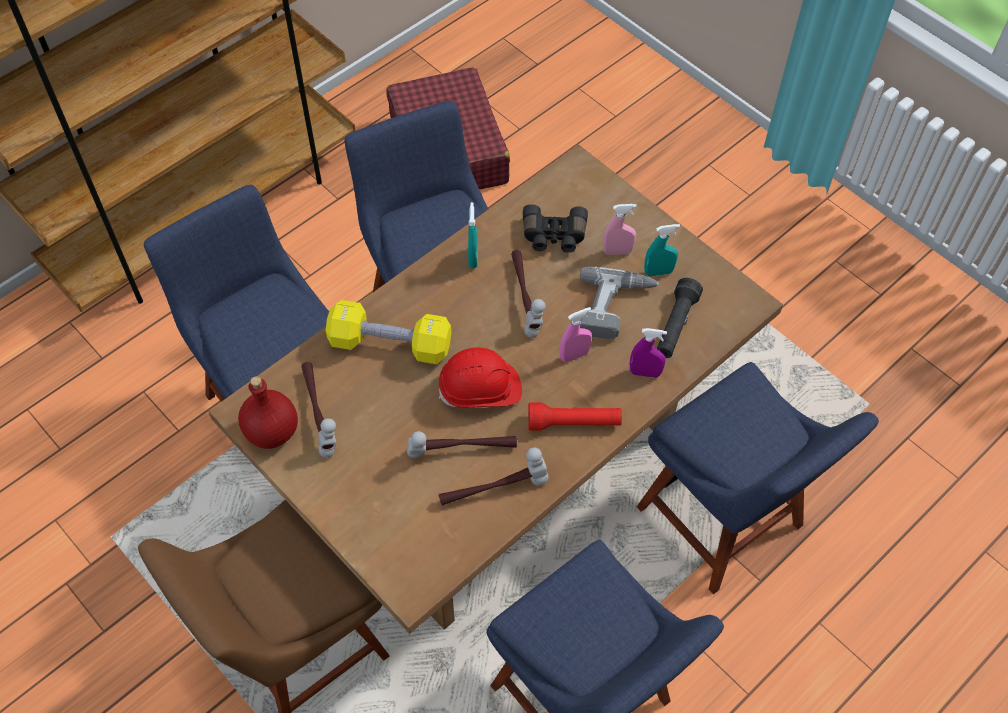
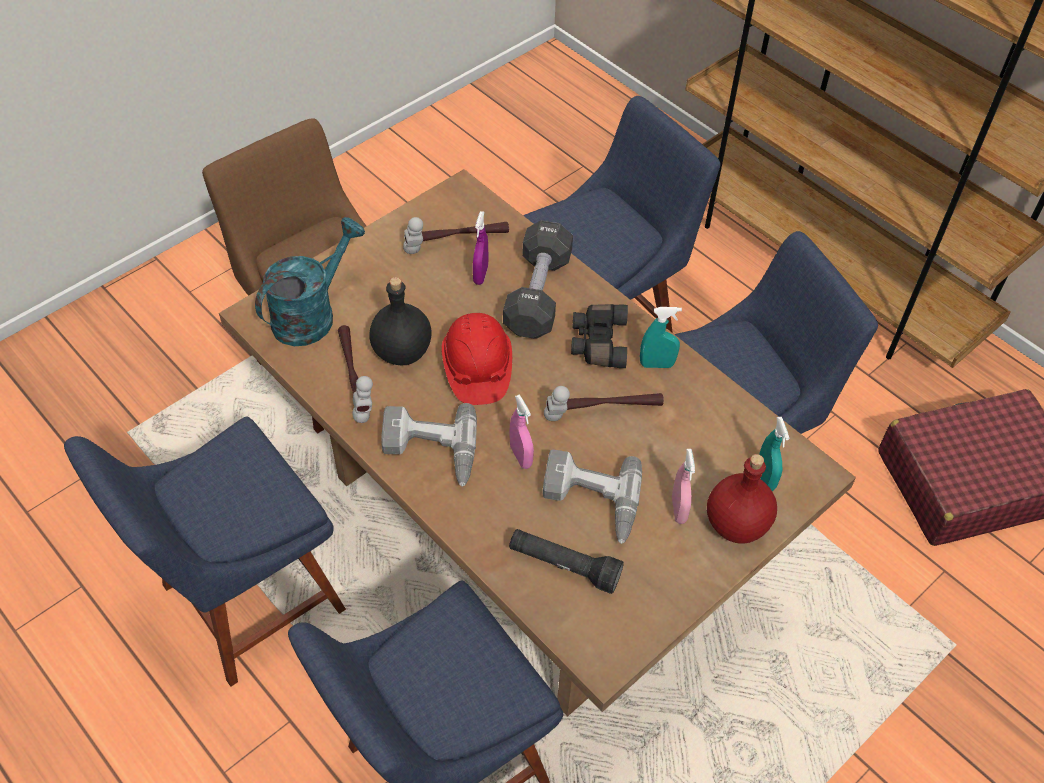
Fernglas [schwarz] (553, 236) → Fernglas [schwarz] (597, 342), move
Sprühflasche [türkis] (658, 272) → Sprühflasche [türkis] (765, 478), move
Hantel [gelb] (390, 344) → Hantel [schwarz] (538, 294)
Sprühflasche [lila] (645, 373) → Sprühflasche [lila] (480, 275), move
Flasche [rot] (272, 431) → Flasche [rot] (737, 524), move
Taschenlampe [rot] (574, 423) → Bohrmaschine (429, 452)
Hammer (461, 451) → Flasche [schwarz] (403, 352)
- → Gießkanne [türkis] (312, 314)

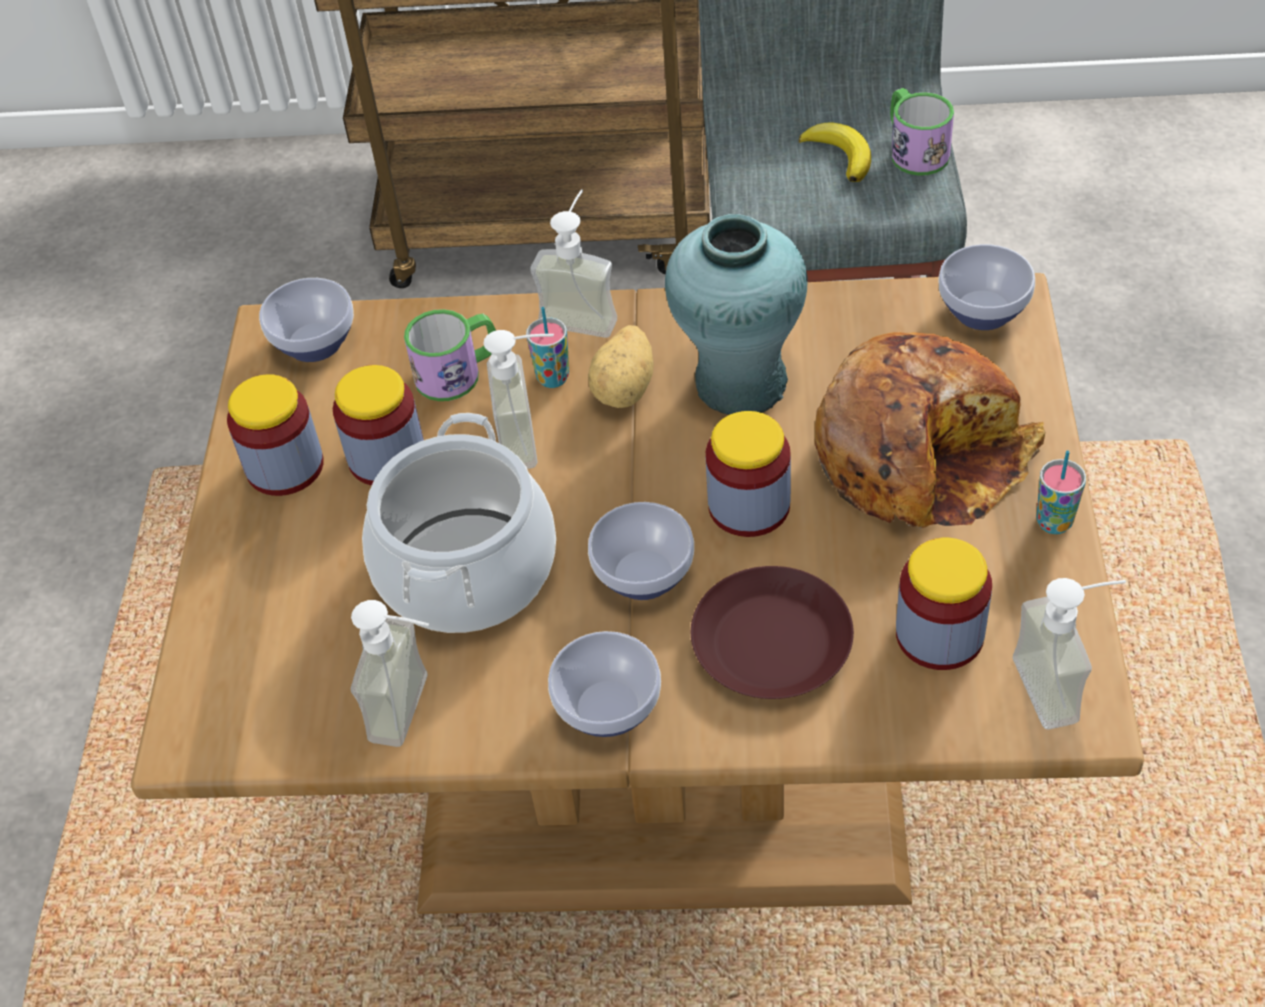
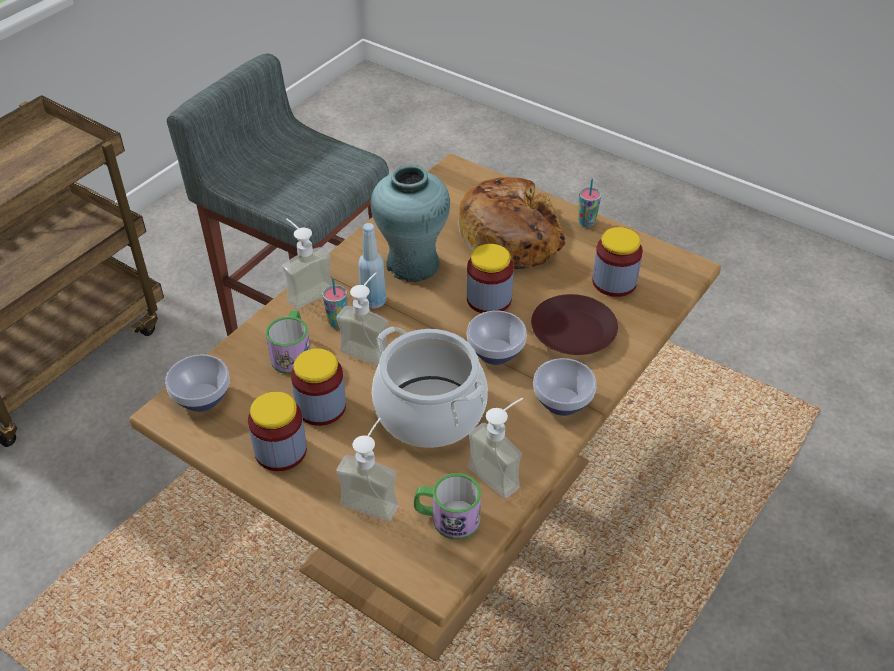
Henkelbecher (914, 150) → Henkelbecher (447, 518), move
Banane (840, 155) → -
Schüssel (982, 313) → -
Kartoffel (626, 388) → Flasche [blau] (373, 301)
Seifenspender (1063, 685) → Seifenspender (374, 496), move

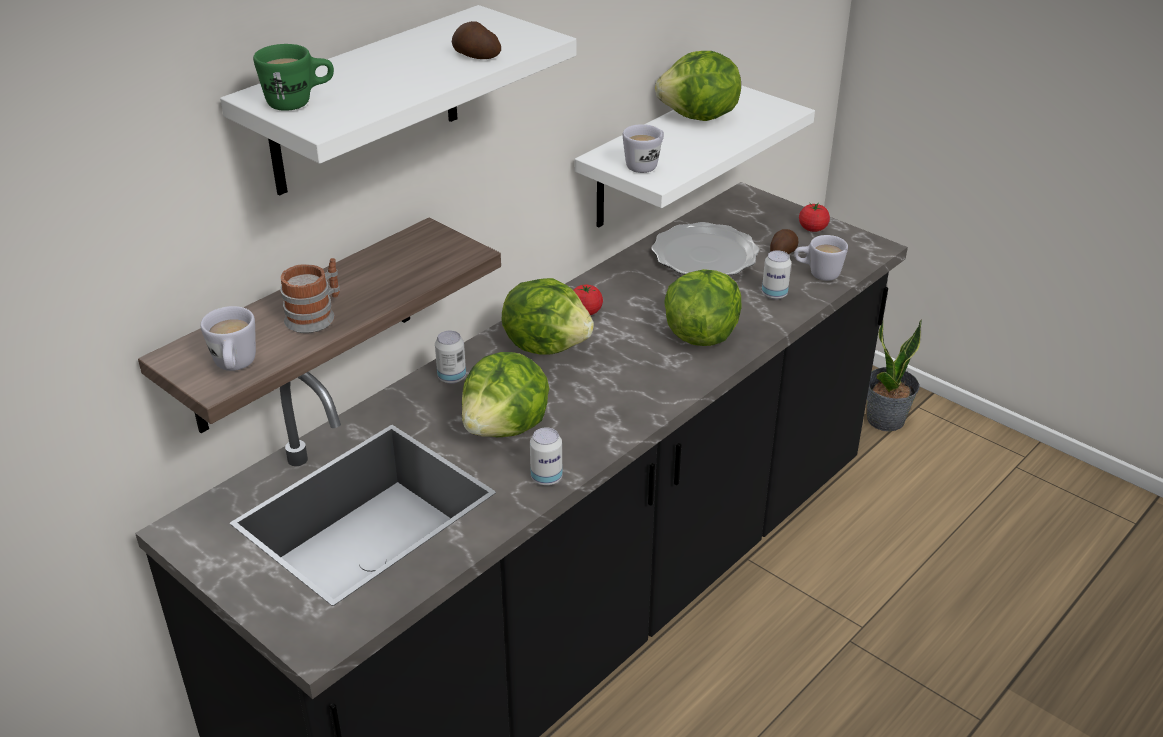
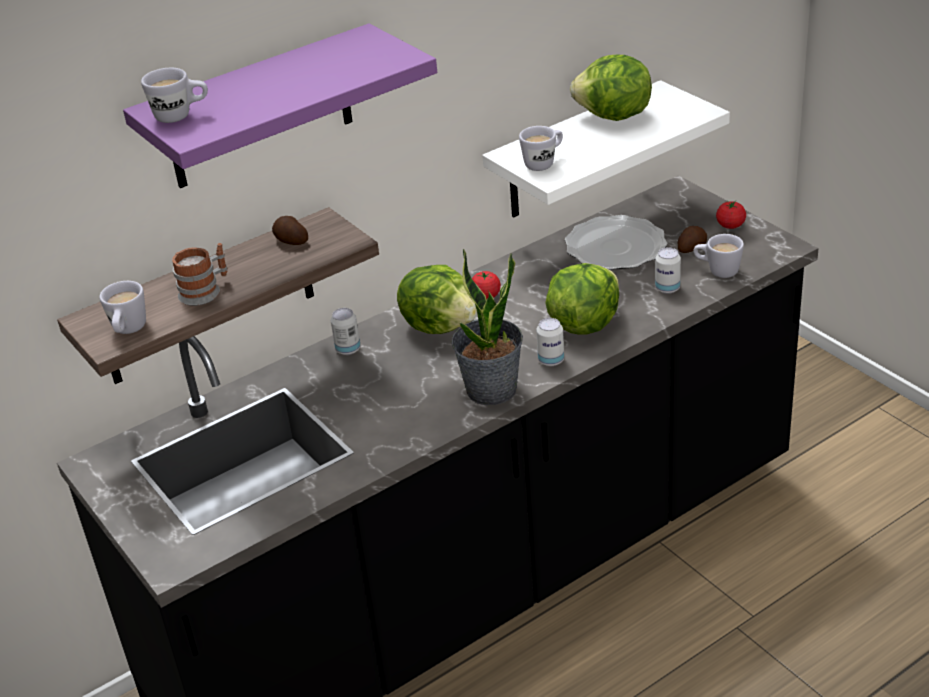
Wandregal [weiß] (365, 102) → Wandregal [lila] (259, 109)
Kartoffel (476, 56) → Kartoffel (290, 241), move
Henkelbecher [grün] (299, 103) → Henkelbecher [weiß] (181, 116)
Topfpflanze (886, 420) → Topfpflanze (491, 390), move
Salatkopf (506, 428) → -
Dose (546, 478) → Dose (551, 360), move

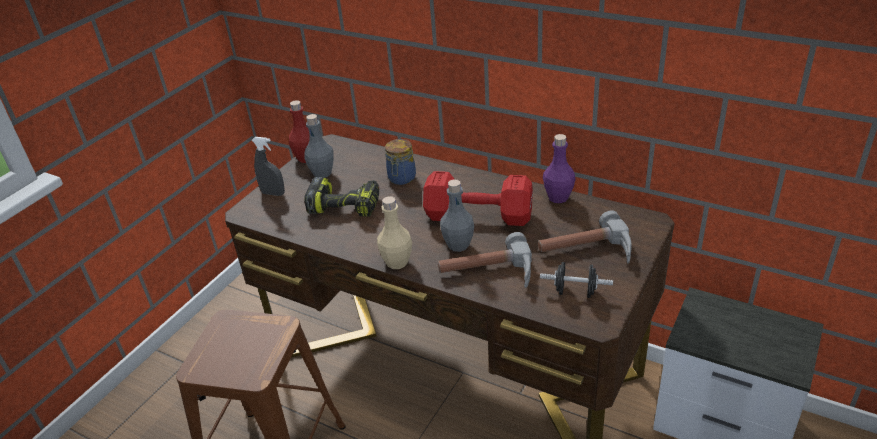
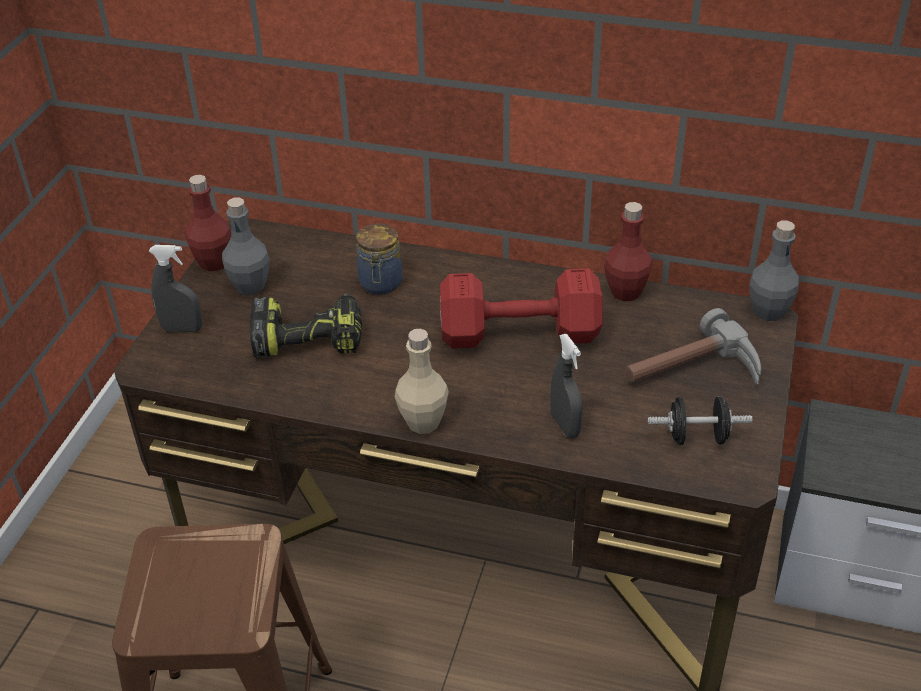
Flasche [lila] (558, 197) → Flasche [rot] (625, 292)
Flasche [grau] (458, 245) → Flasche [grau] (768, 311), move
Hammer (488, 274) → Sprühflasche [grau] (565, 425)

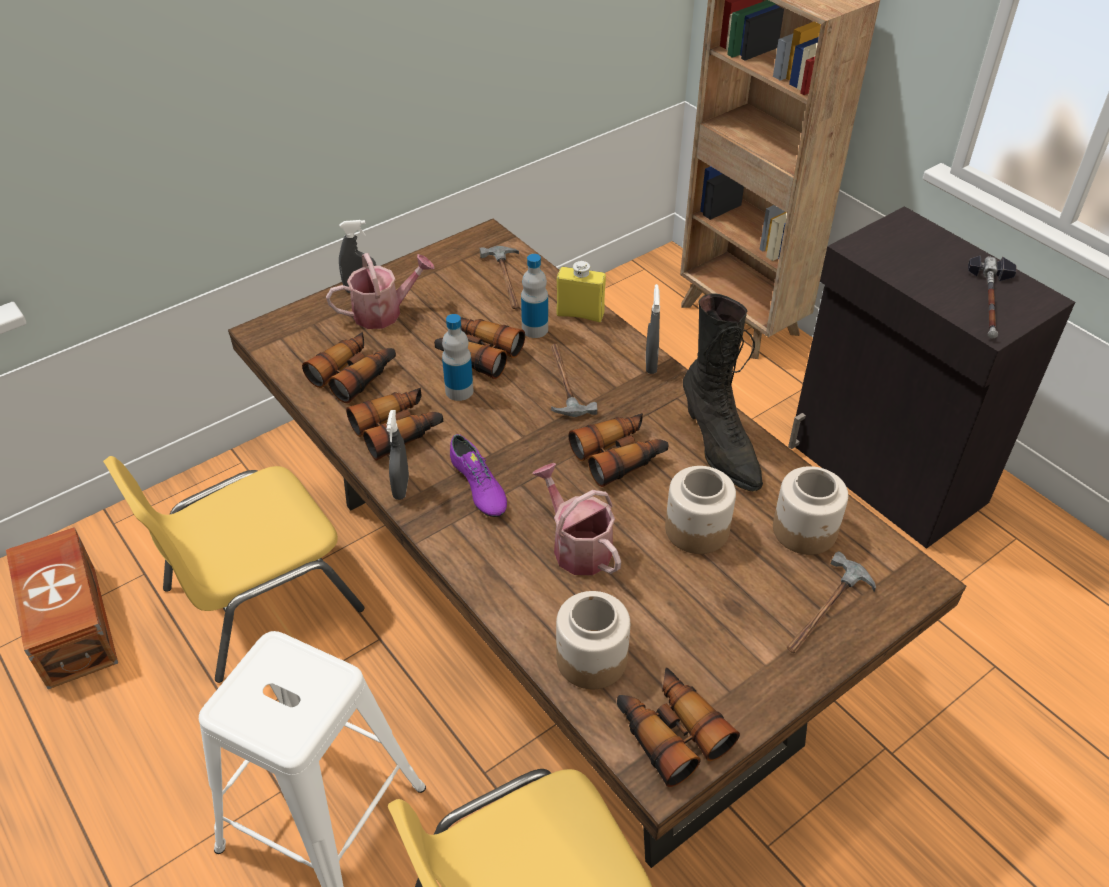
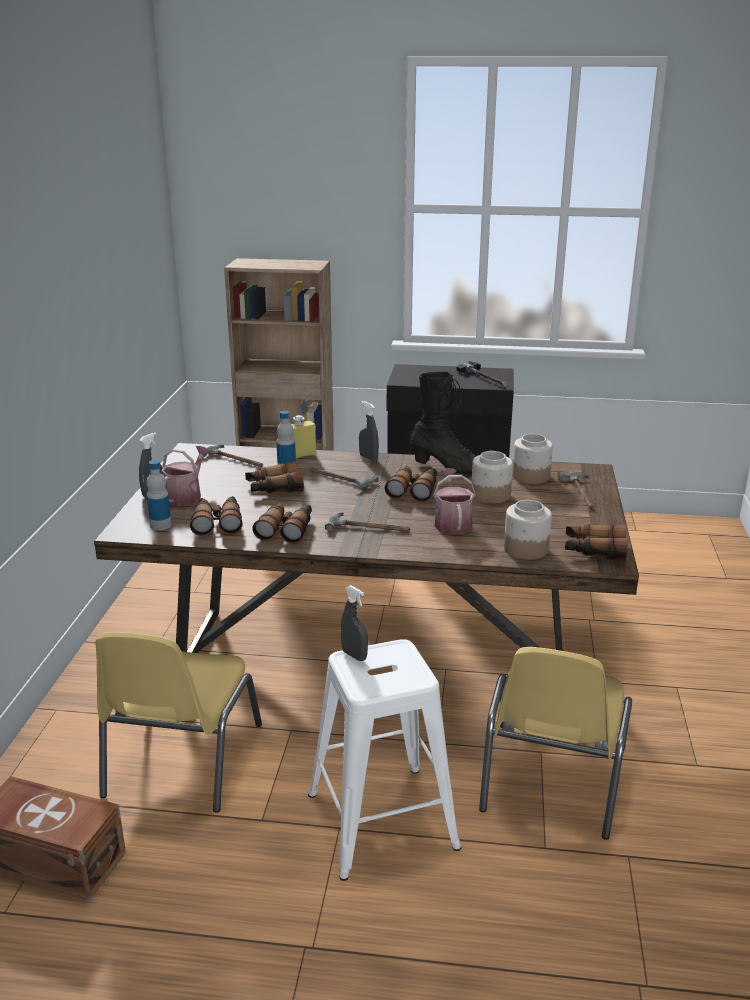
Flasche (459, 391) → Flasche (160, 525), move
Sprühflasche [grau] (401, 487) → Sprühflasche [grau] (354, 655), move
Schuh [lila] (478, 488) → Hammer (369, 528)
Gießkanne (577, 546) → Gießkanne (452, 523), 75 degrees clockwise

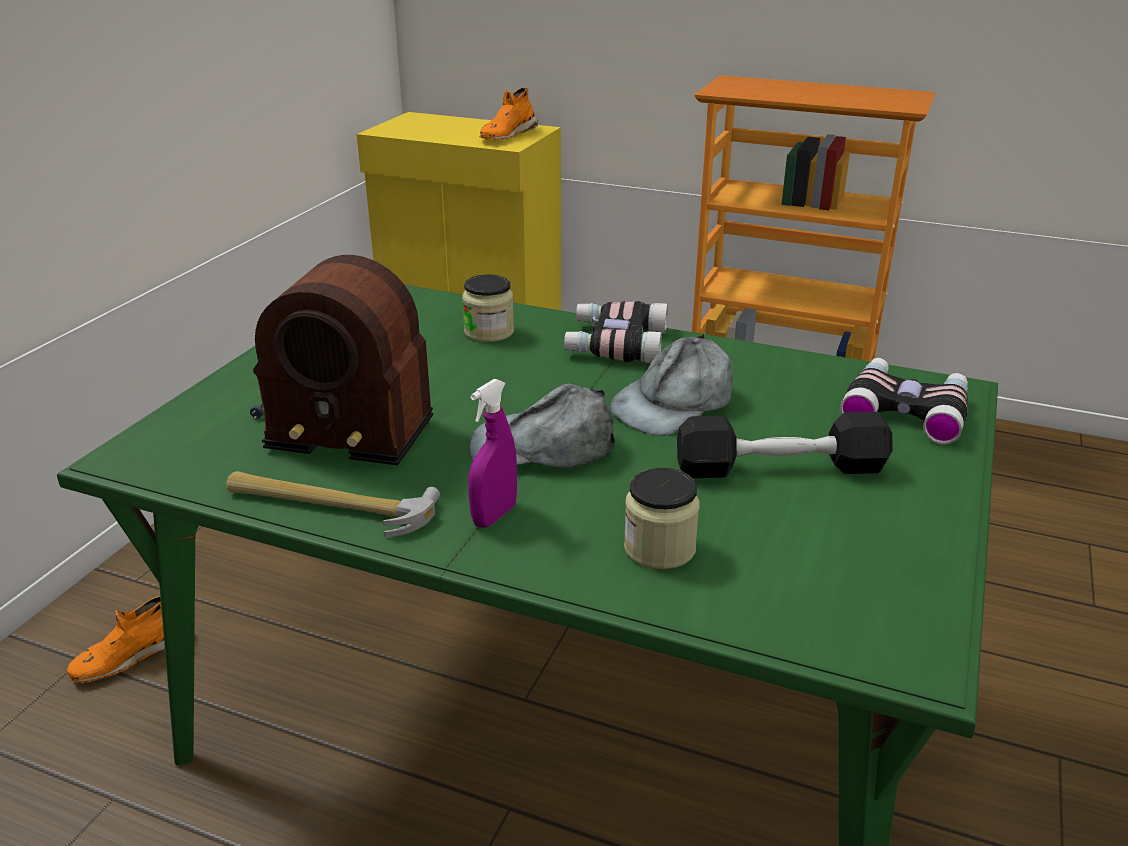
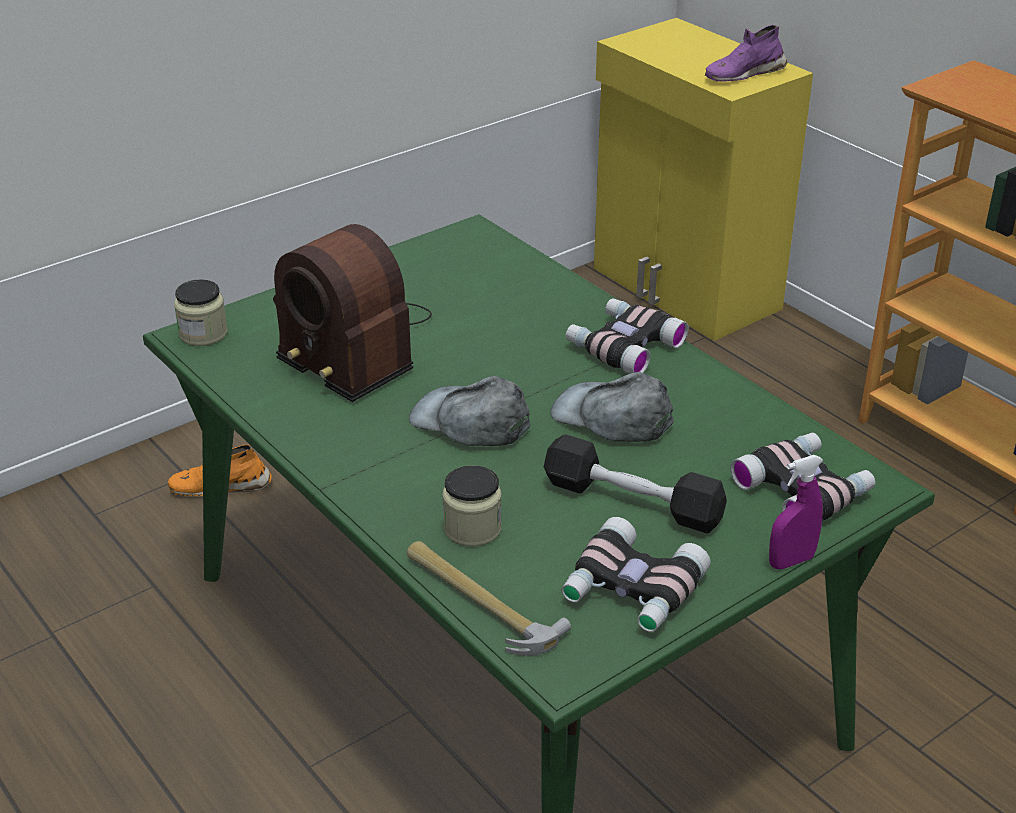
Schuh [orange] (507, 135) → Schuh [lila] (743, 74)
Vorratsglas (489, 332) → Vorratsglas (203, 334), move
Kappe [grau] (675, 403) → Kappe [grau] (612, 417), 45 degrees clockwise
Sprühflasche [lila] (494, 515) → Sprühflasche [lila] (791, 561), move
Hammer (330, 505) → Hammer (480, 601), move
- → Fernglas (631, 590)

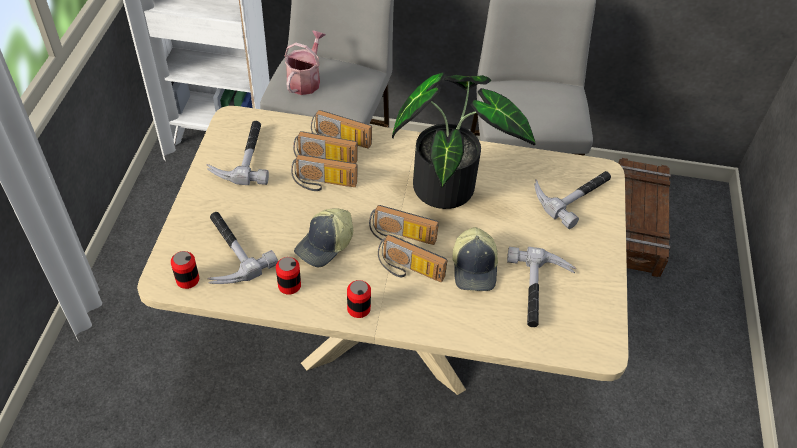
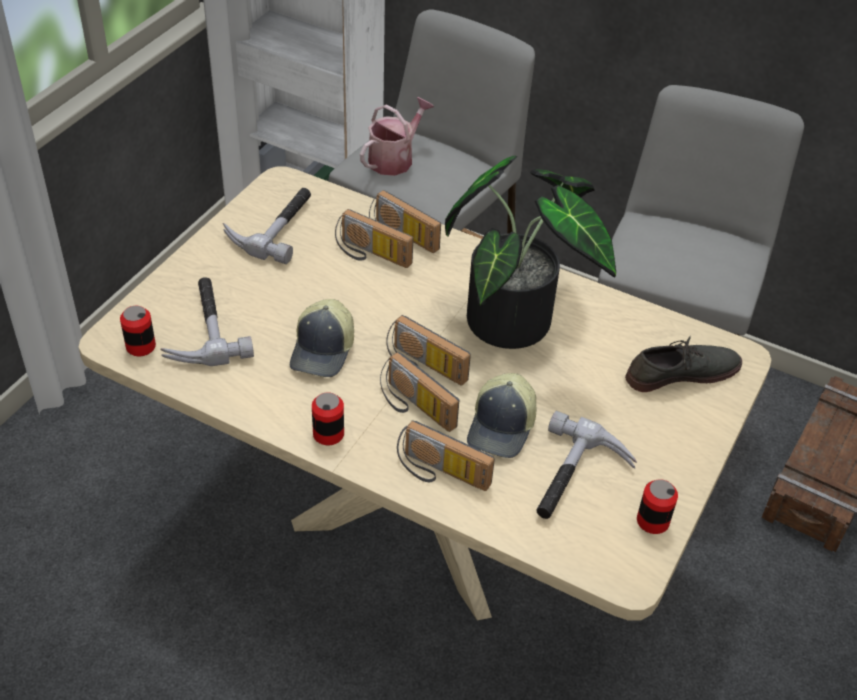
Radio (323, 184) → Radio (440, 473), move
Hammer (572, 194) → Schuh [grau] (682, 372)
Kappe (325, 245) → Kappe (324, 350), 45 degrees counterclockwise
Dose (289, 285) → Dose (652, 521), move

